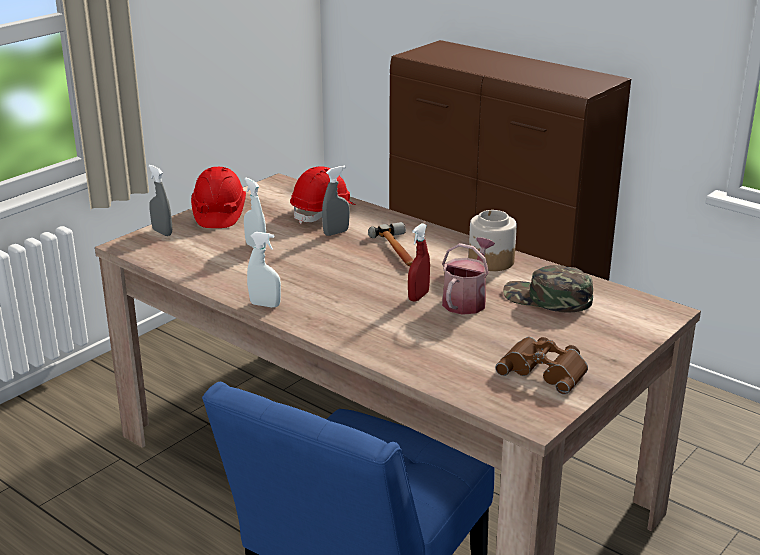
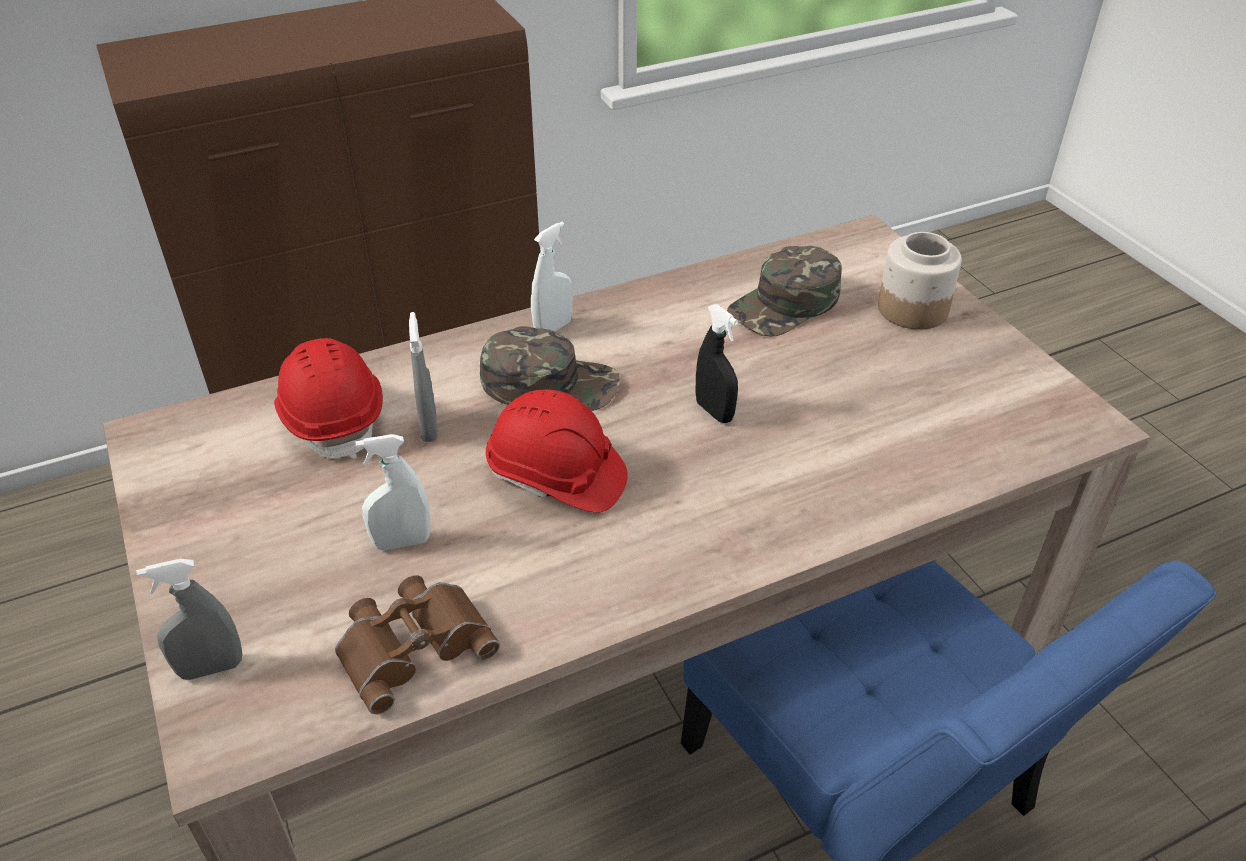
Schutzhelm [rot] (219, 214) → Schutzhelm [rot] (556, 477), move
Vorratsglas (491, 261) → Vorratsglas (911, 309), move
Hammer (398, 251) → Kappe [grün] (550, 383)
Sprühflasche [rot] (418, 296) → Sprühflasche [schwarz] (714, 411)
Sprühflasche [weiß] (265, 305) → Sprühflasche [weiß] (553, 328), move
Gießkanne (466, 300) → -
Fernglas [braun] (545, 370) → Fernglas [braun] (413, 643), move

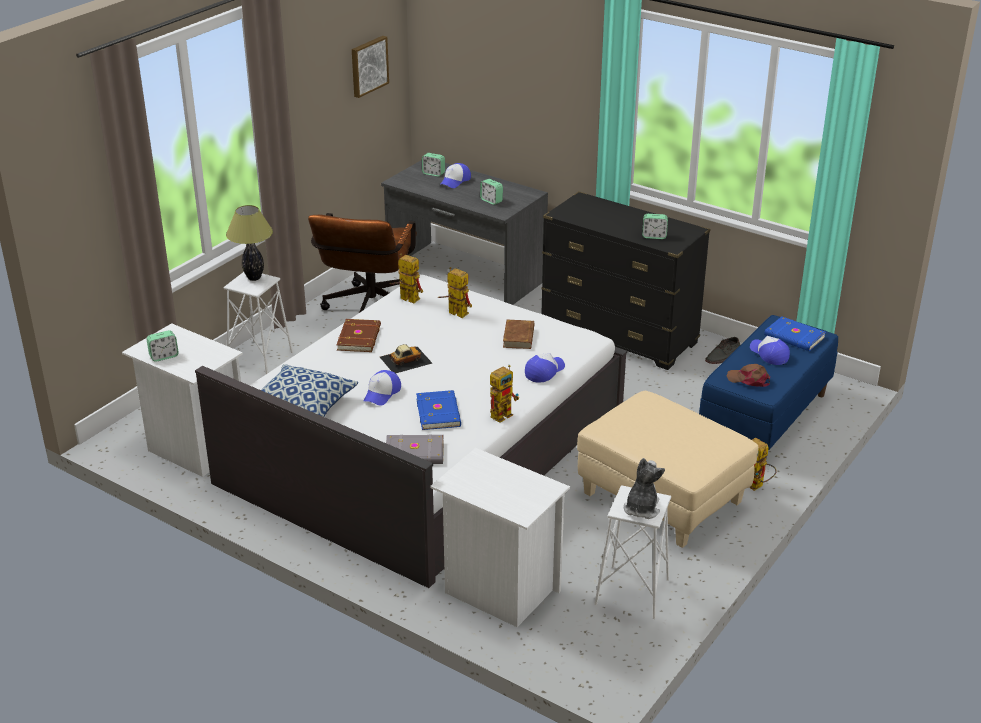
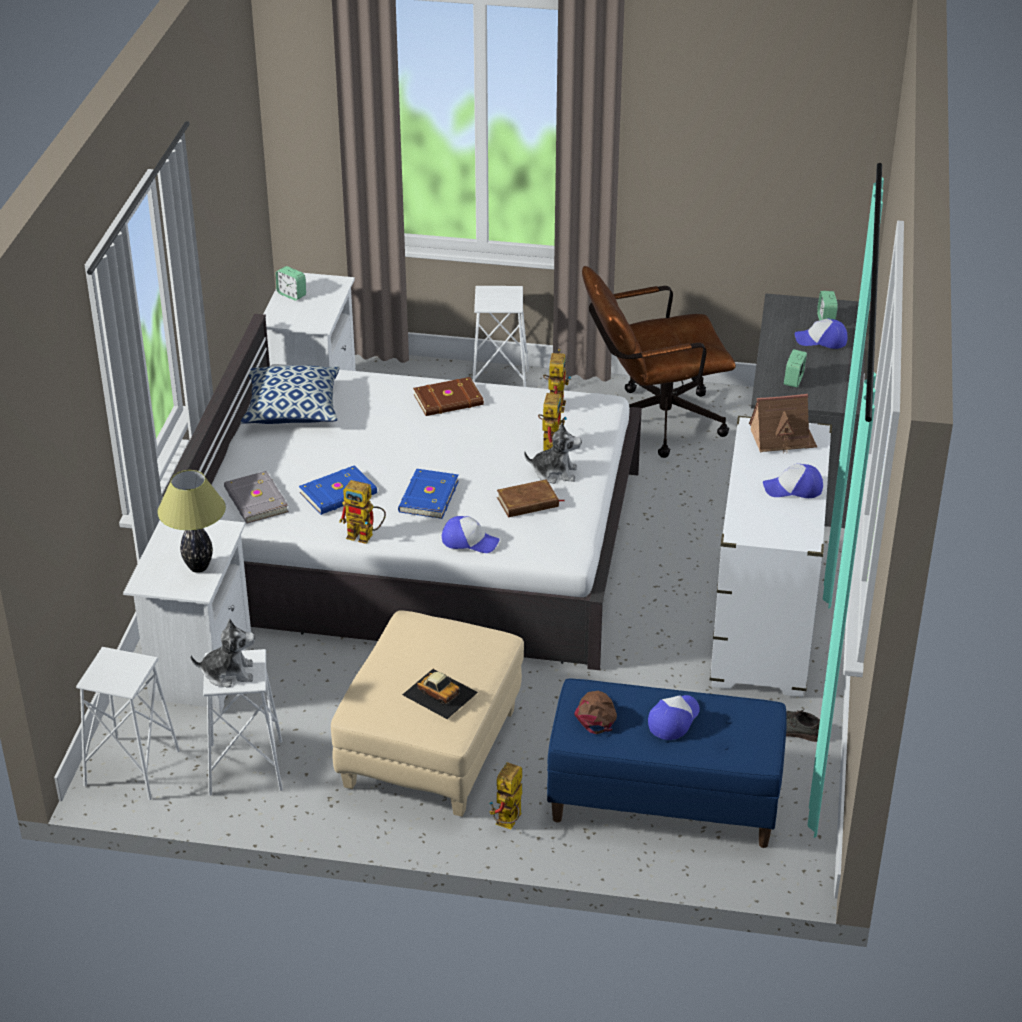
Bild (368, 66) → -
Kommode [schwarz] (619, 335) → Kommode [weiß] (764, 625)
Tischlampe (254, 278) → Tischlampe (198, 567), move
Wecker (654, 236) → -
Buch [blau] (794, 337) → Buch [blau] (427, 497), move
Spielzeugauto (405, 360) → Spielzeugauto (439, 693), move
Kappe (382, 393) → Kappe (793, 489), move
- → Spielzeughaus (782, 439)
- → Plüschtier (554, 472)
- → Hocker [weiß] (132, 768)

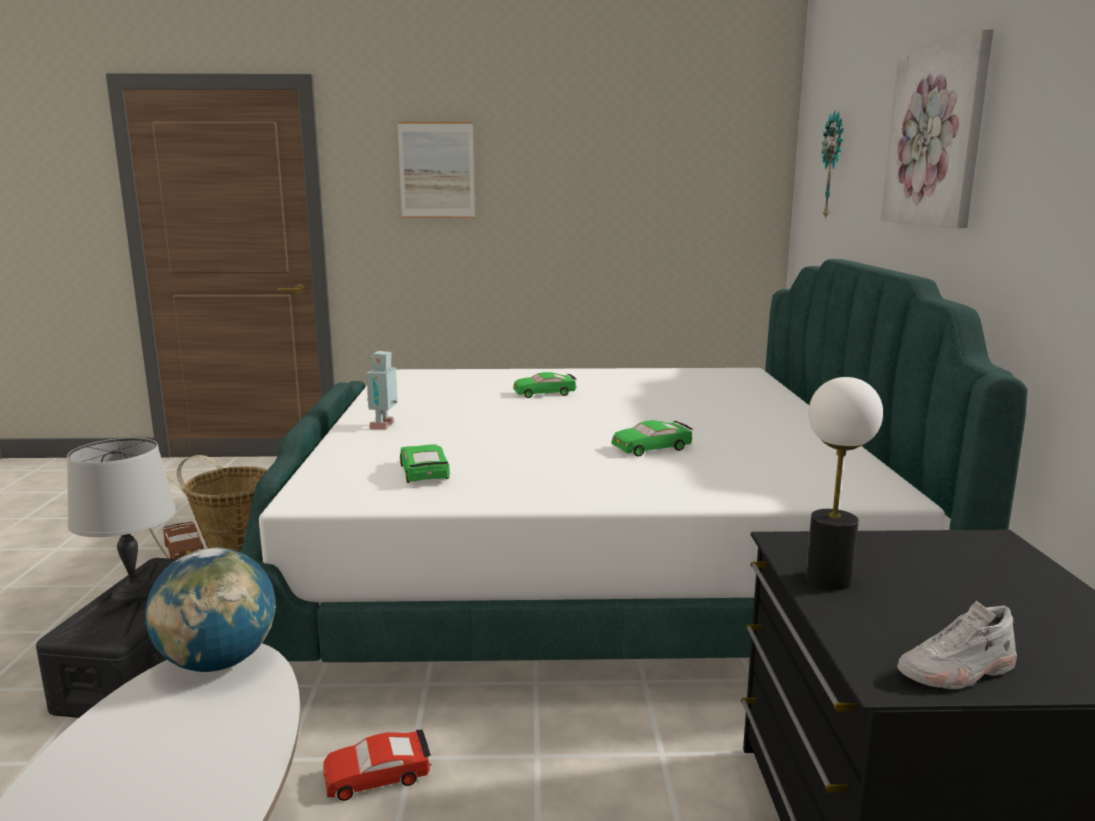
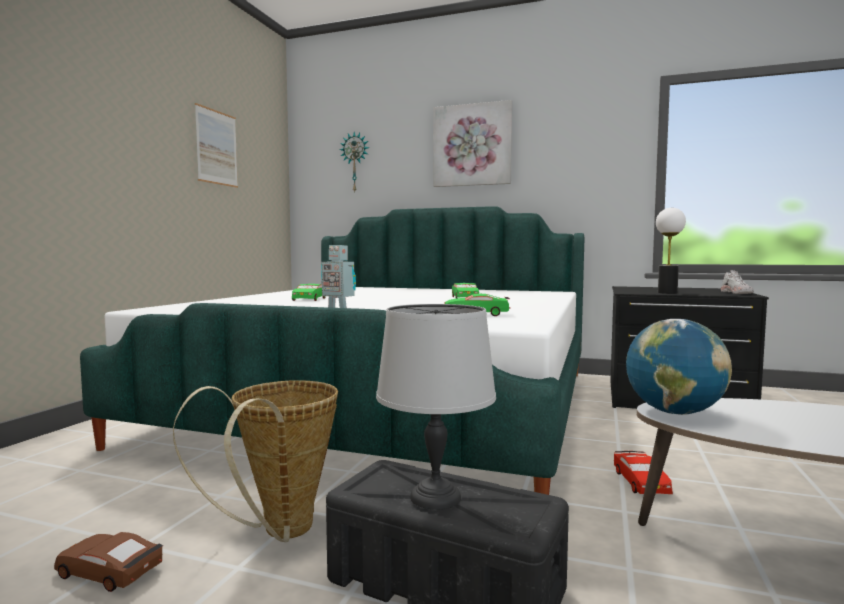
Bild (436, 170) → Bild (217, 147), move
Spielzeugauto [braun] (184, 549) → Spielzeugauto [braun] (109, 571), 150 degrees counterclockwise

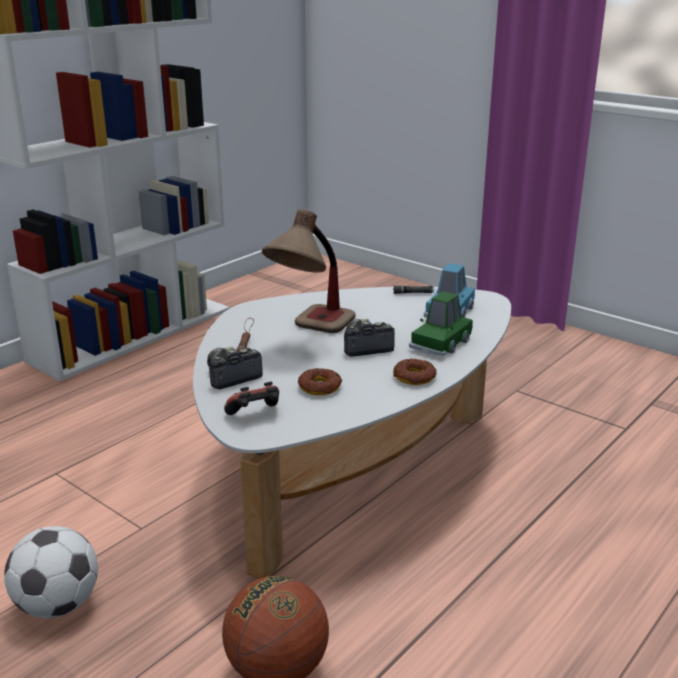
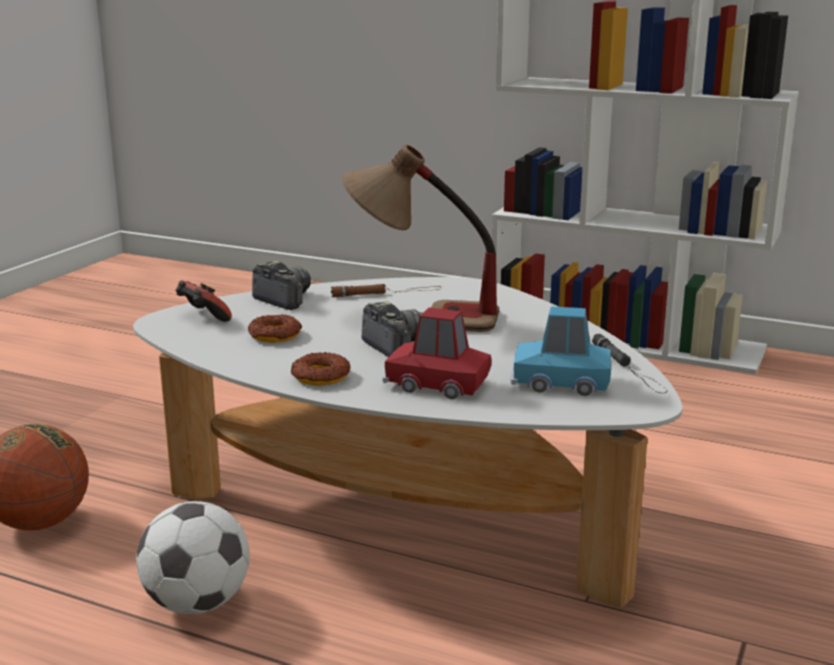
Spielzeugauto [grün] (441, 343) → Spielzeugauto [rot] (436, 384)
Fußball (58, 605) → Fußball (197, 603), move

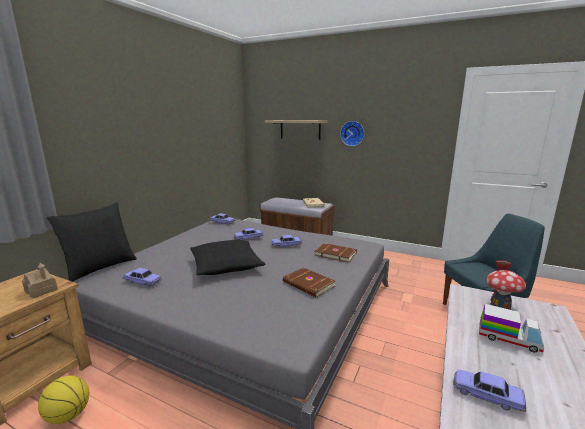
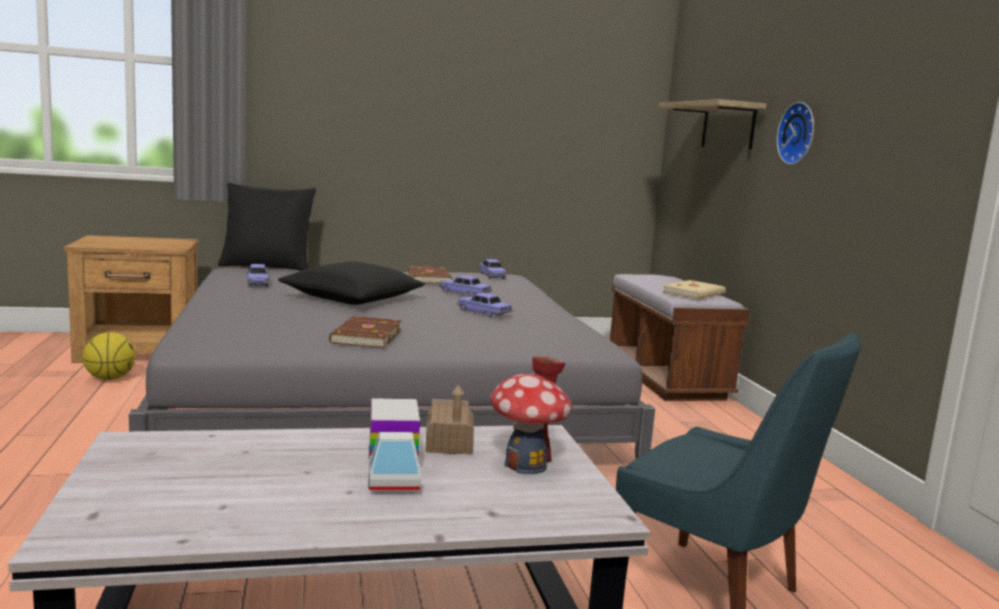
Buch [braun] (335, 254) → Buch [braun] (430, 278), move
Spielzeughaus (41, 291) → Spielzeughaus (449, 445), move
Spielzeugauto (486, 395) → -

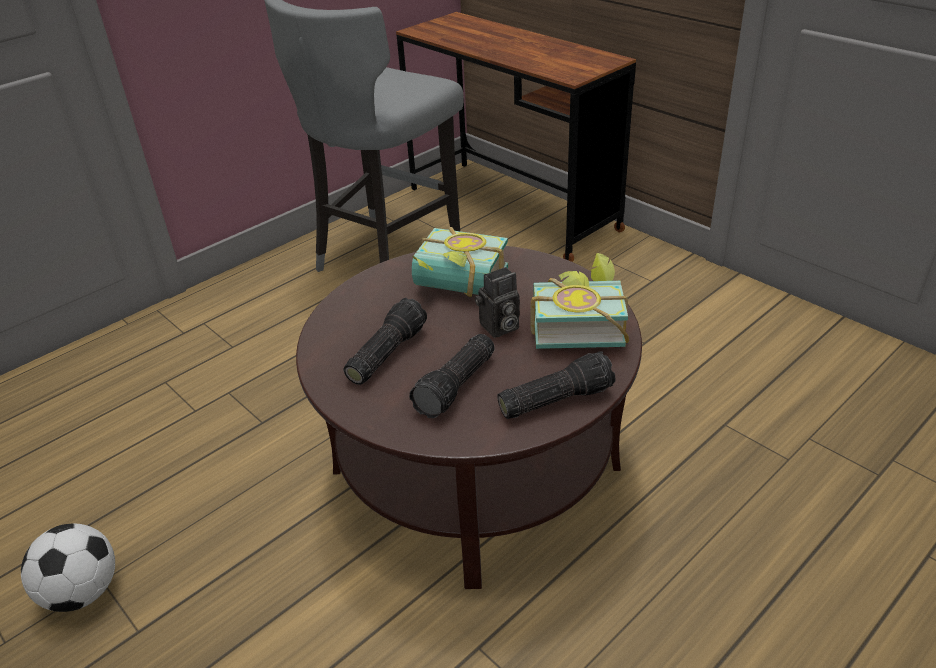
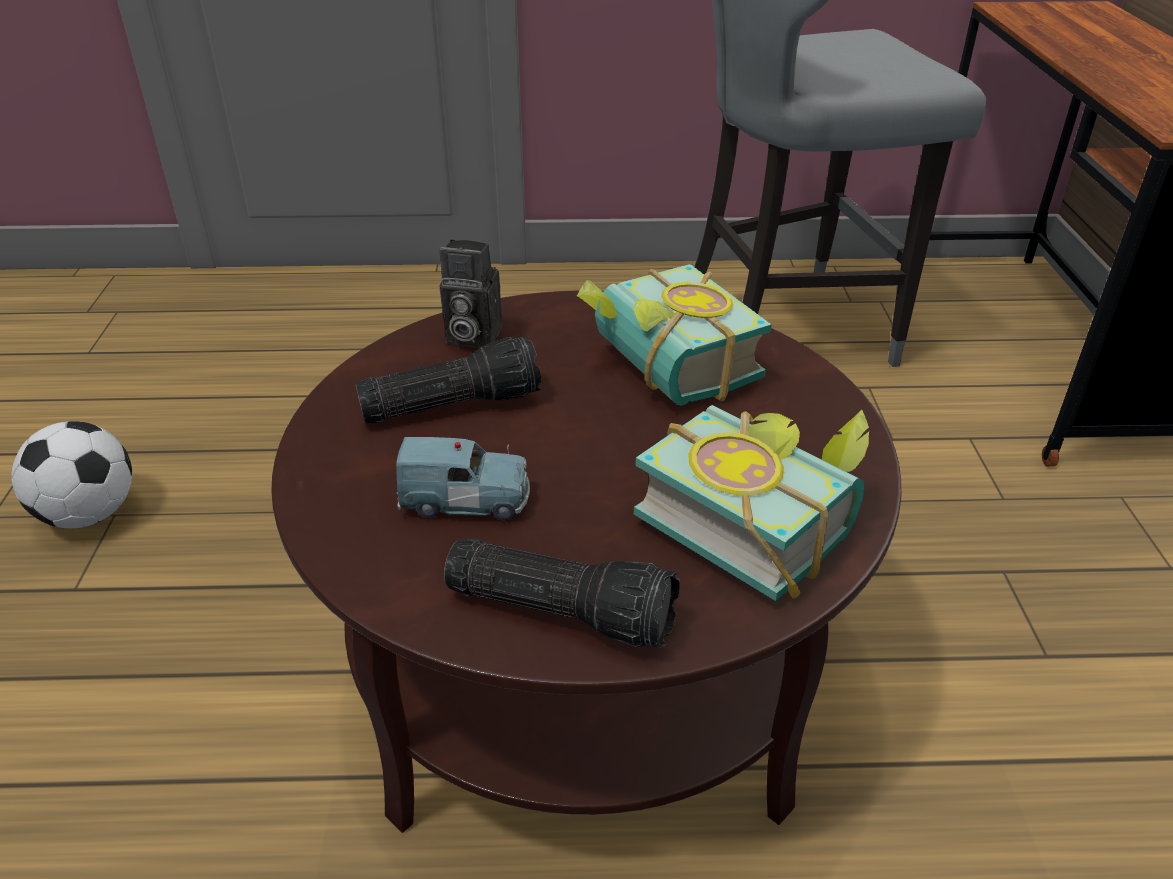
Kamera (499, 328) → Kamera (470, 336), move
Taschenlampe (457, 386) → Spielzeugauto [blau] (466, 501)

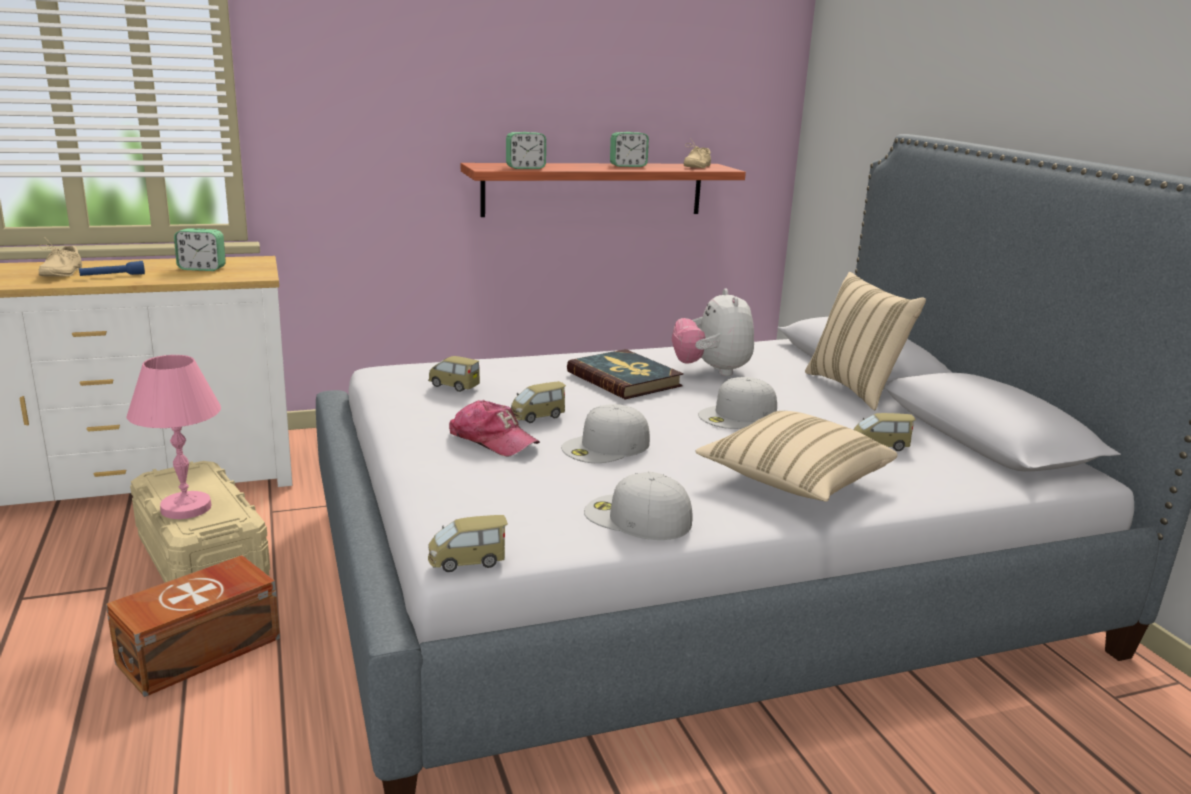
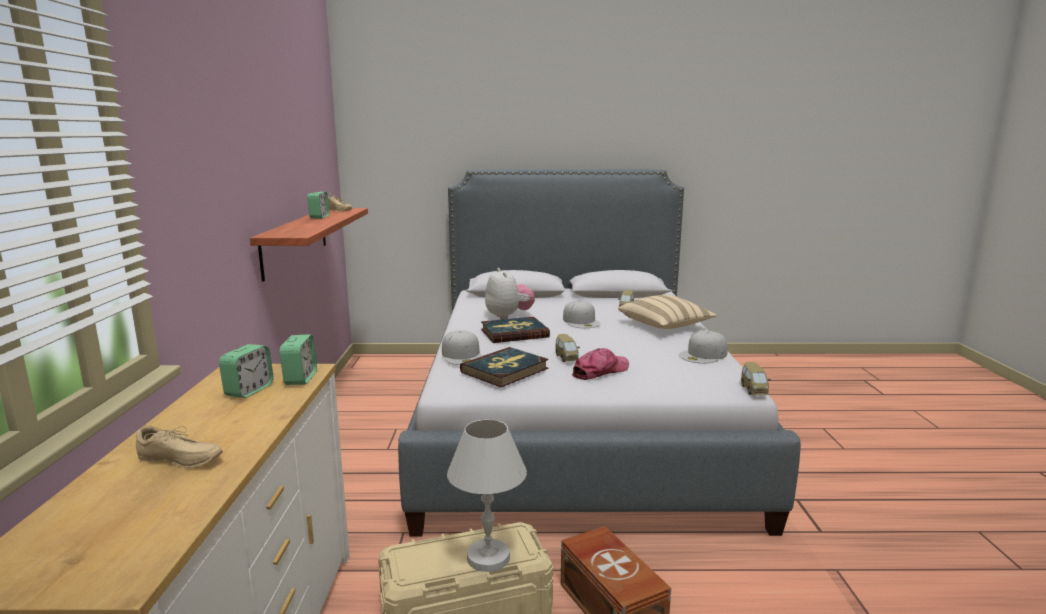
Wecker (525, 168) → Wecker (300, 378), move
Taschenlampe [blau] (112, 276) → -
Kissen [beige] (855, 388) → -
Plüschtier (711, 371) → Plüschtier (508, 317), 120 degrees counterclockwise
Tischlampe [rosa] (186, 508) → Tischlampe [weiß] (489, 557)
Spielzeugauto (454, 385) → Buch (505, 370)
Kappe [weiß] (606, 447) → Kappe [weiß] (462, 355), move

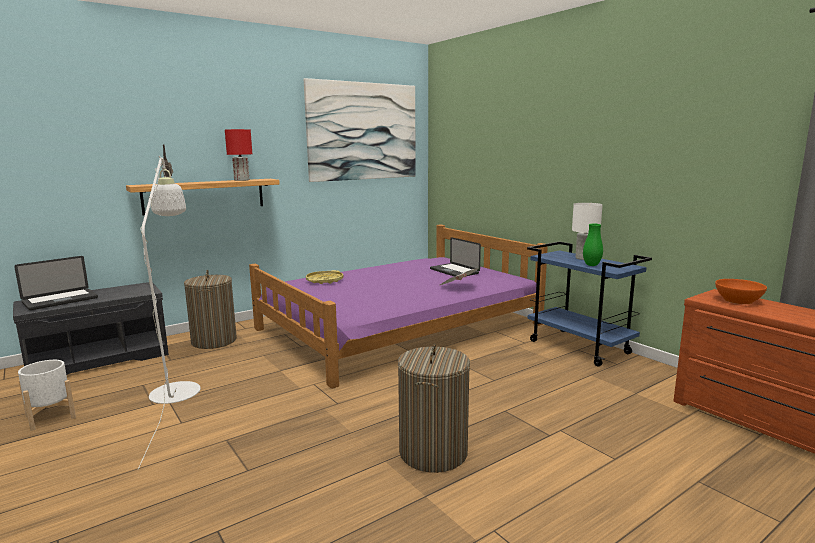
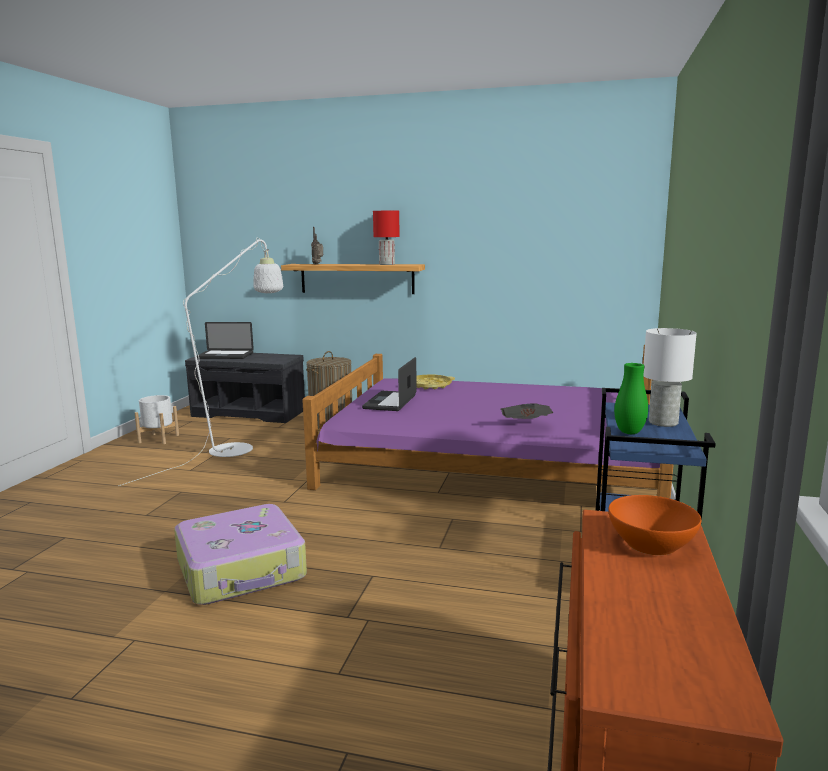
Bild (363, 131) → -
Laptop (454, 271) → Laptop (390, 402), move
Wäschekorb (433, 452) → Koffer (242, 569)

